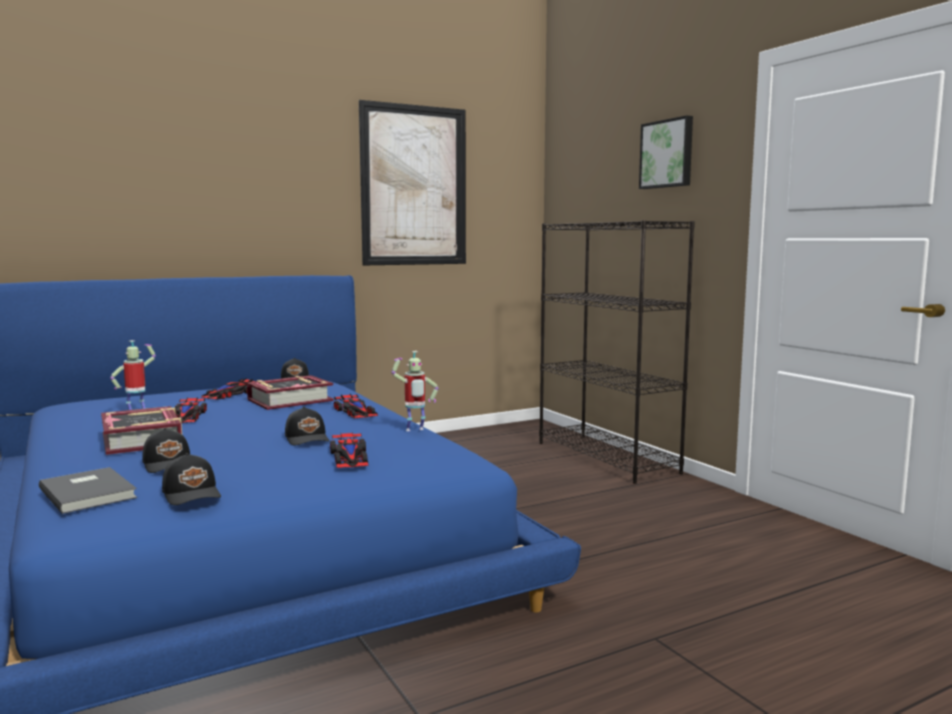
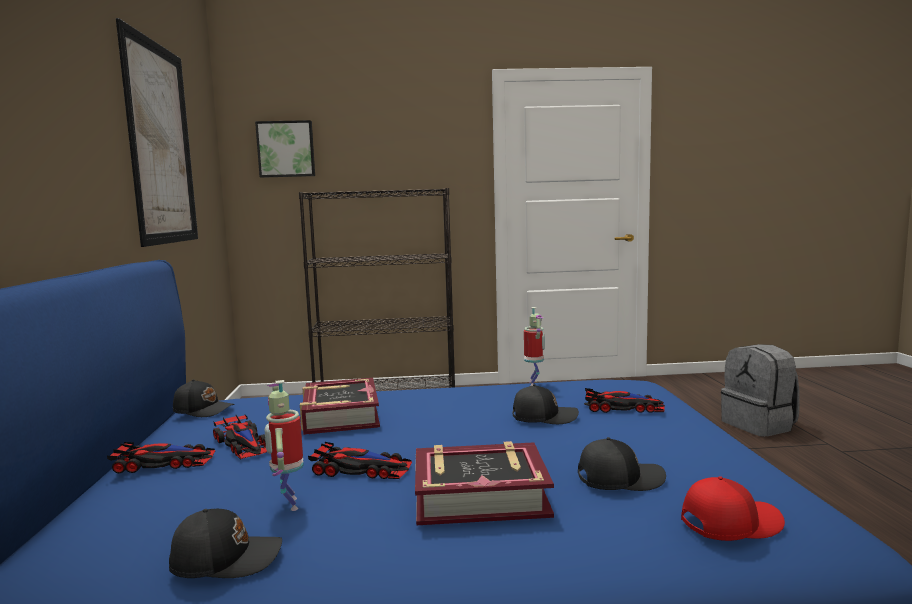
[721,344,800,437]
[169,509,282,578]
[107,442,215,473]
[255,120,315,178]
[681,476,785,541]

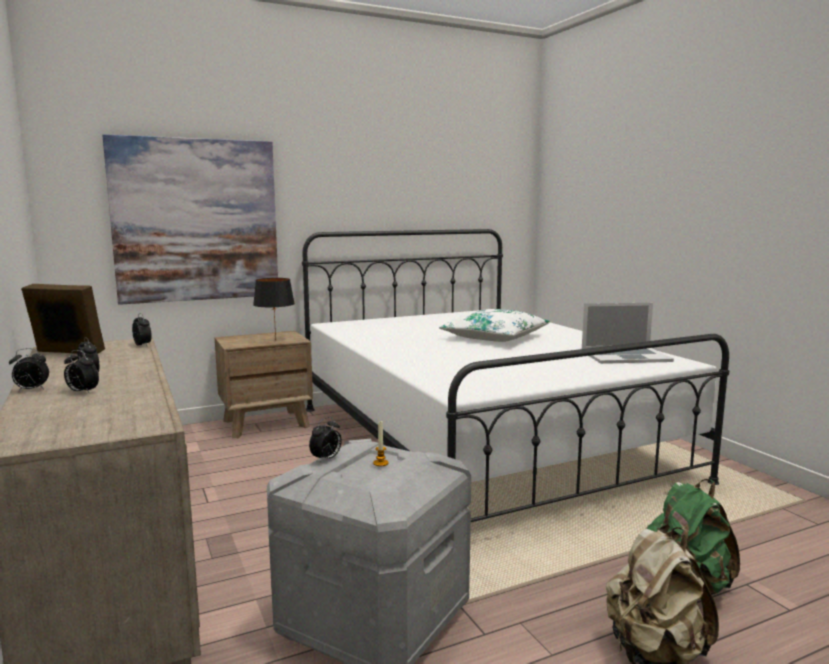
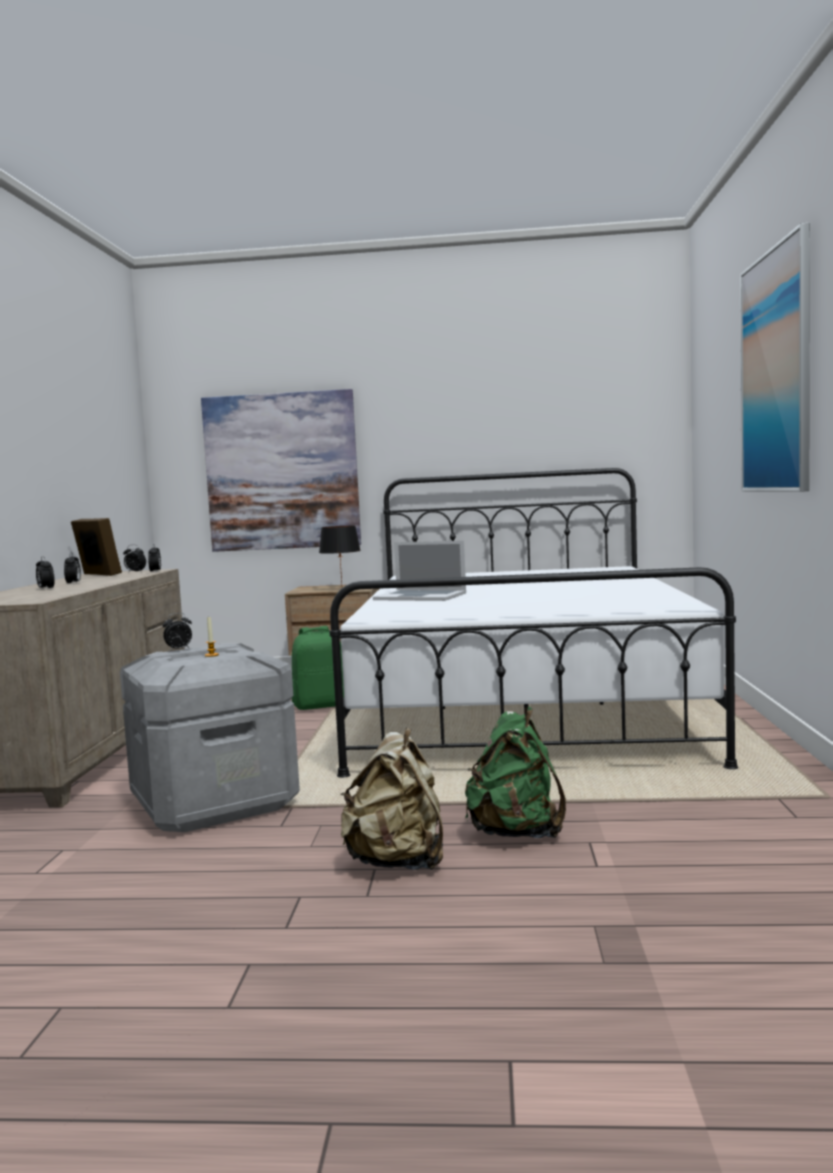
[439,309,550,342] (first image)
[292,626,344,710]
[740,223,810,492]
[123,545,146,573]
[373,541,466,601]

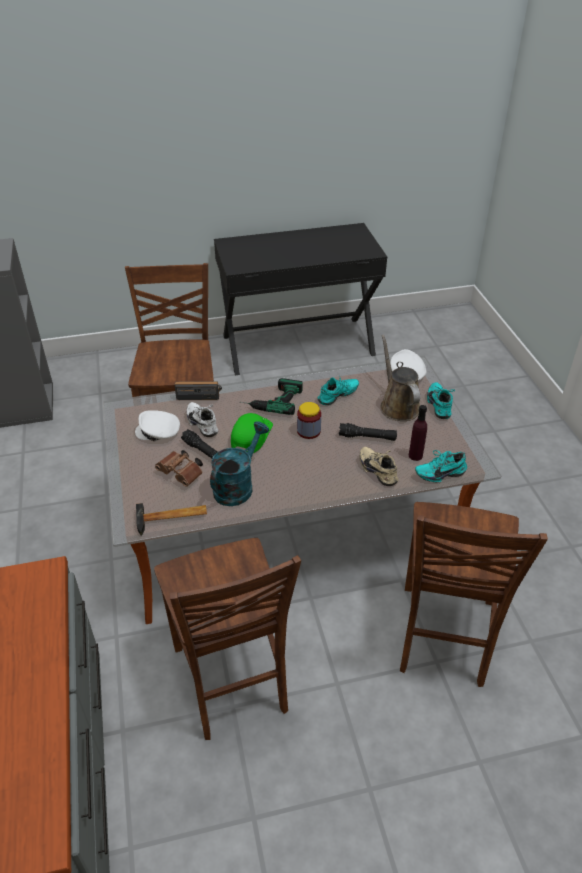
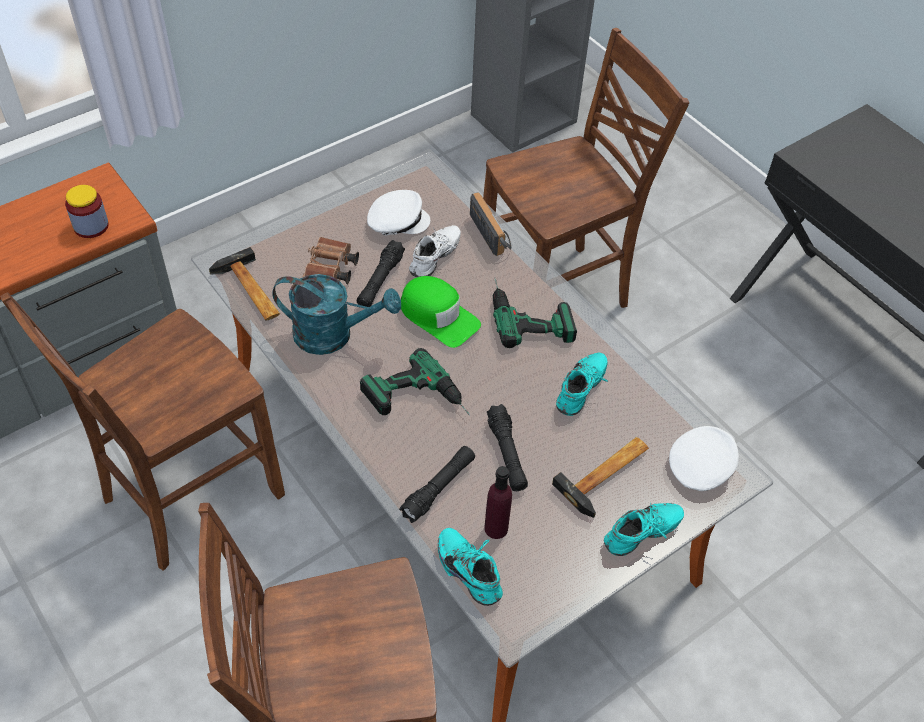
[360,348,470,415]
[65,185,109,238]
[399,446,475,523]
[552,437,649,518]
[367,190,430,235]
[401,276,481,348]
[556,353,608,416]

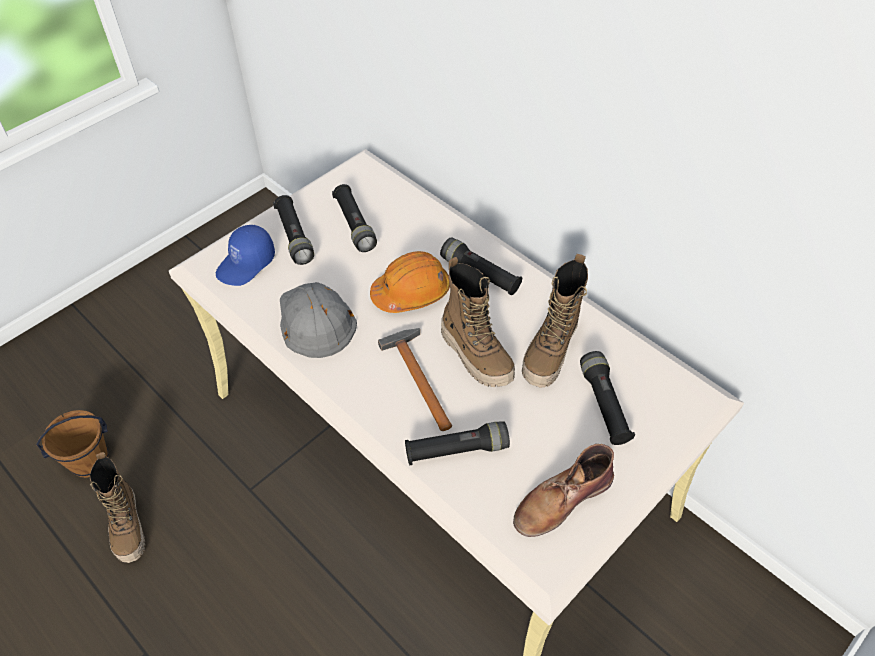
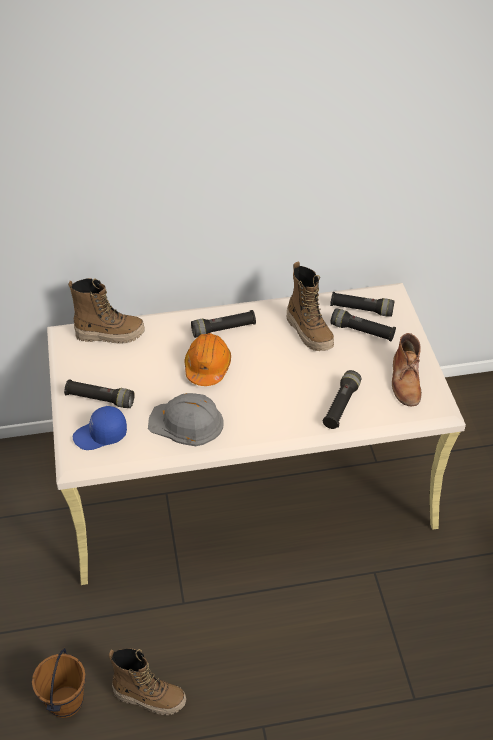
[378,328,452,431] (first image)
[330,292,395,317]
[68,278,144,343]
[73,406,127,450]

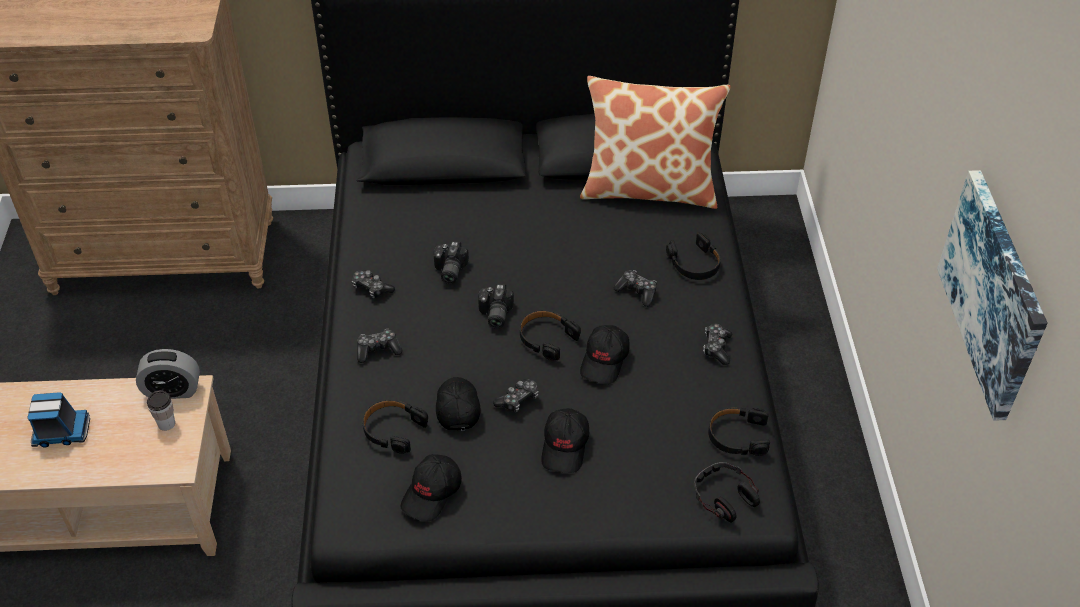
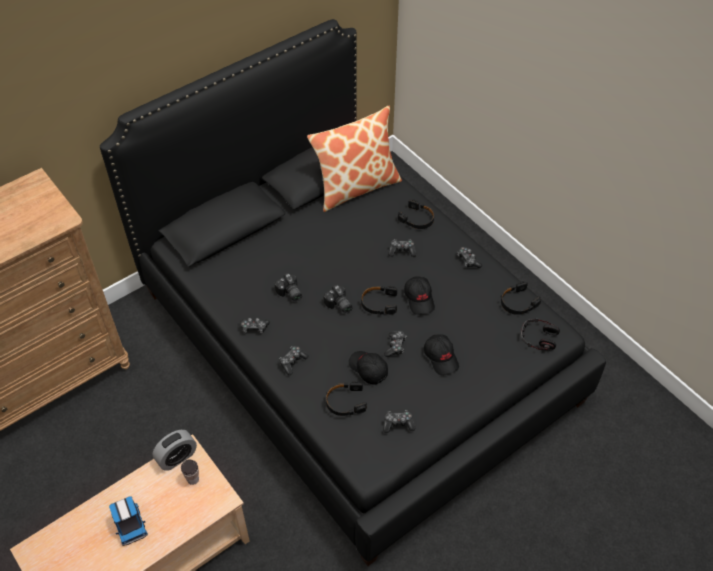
[937,170,1048,421] (first image)
[383,410,415,433]
[109,496,148,546]

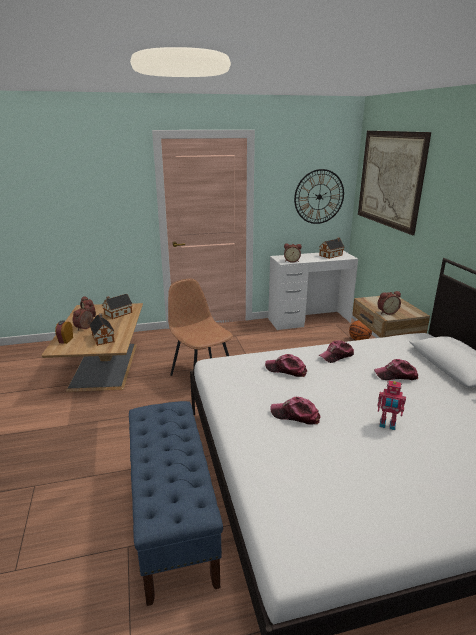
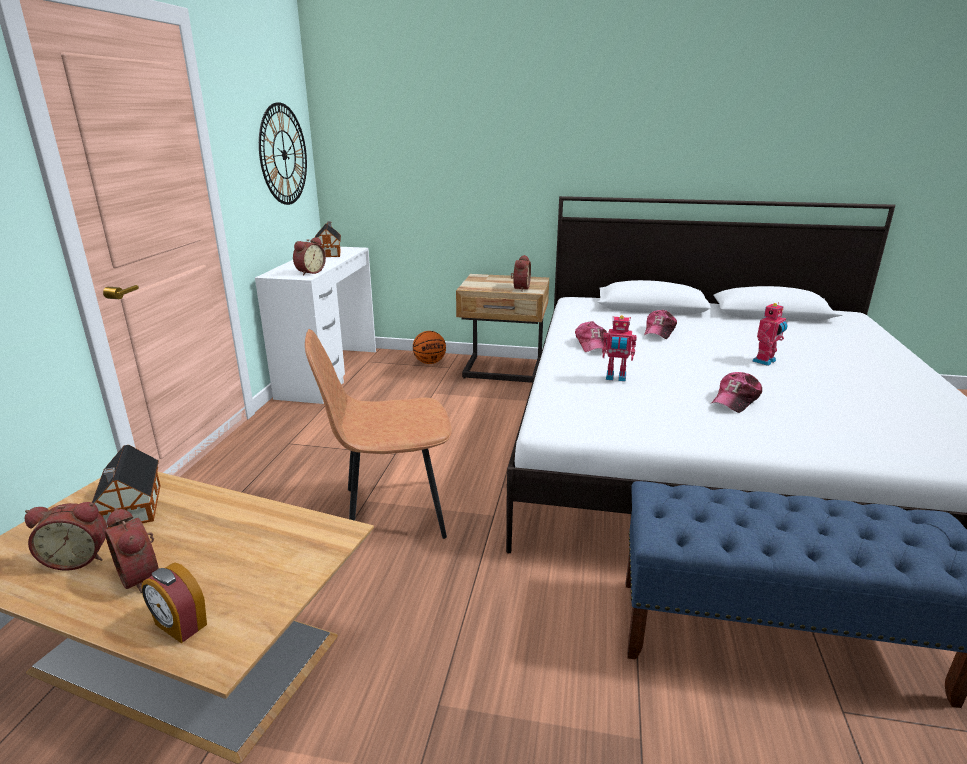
[89,314,115,346] (first image)
[358,131,431,235] (first image)
[602,315,637,382]

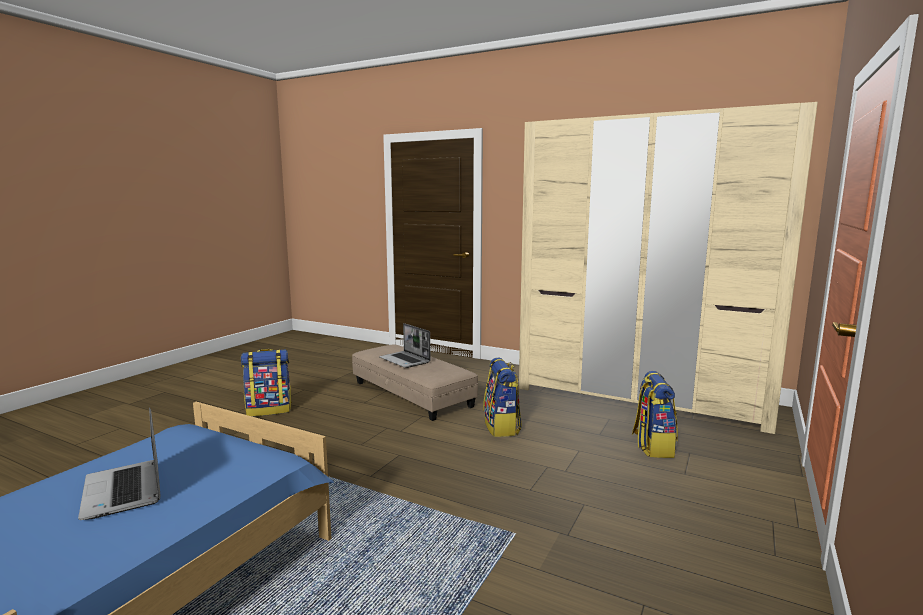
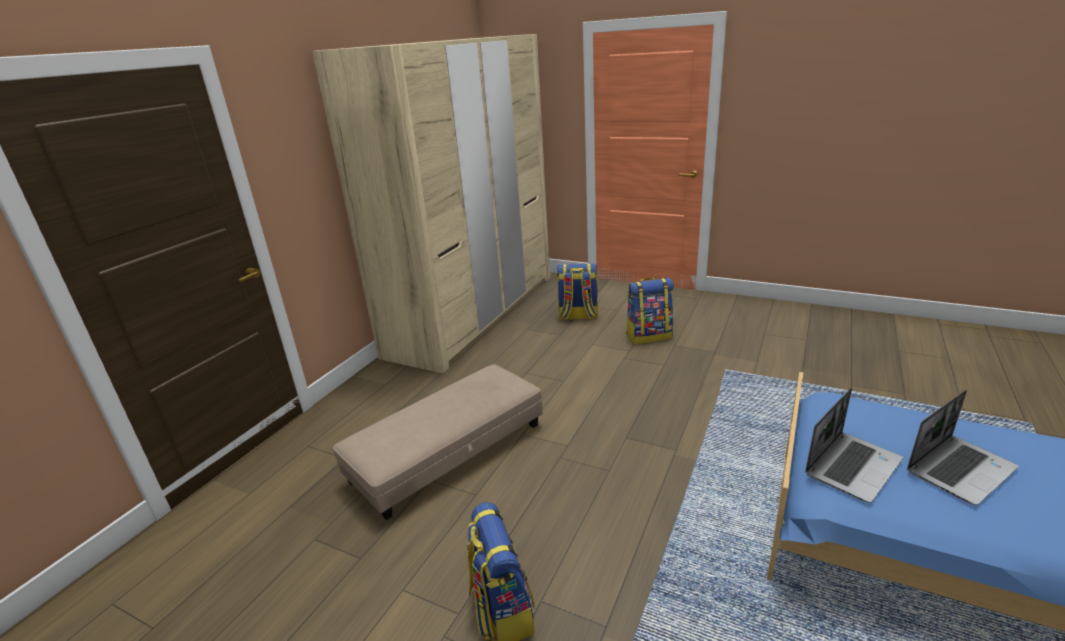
[805,388,903,503]
[626,277,674,344]

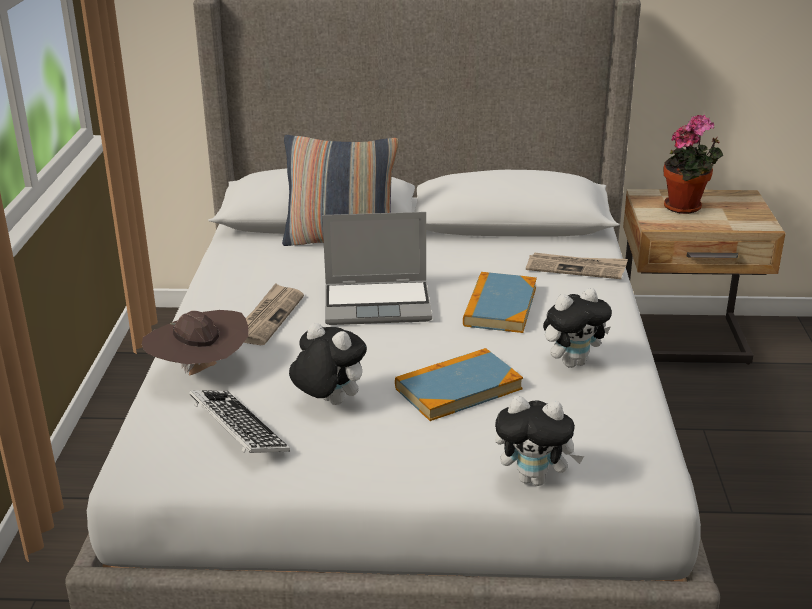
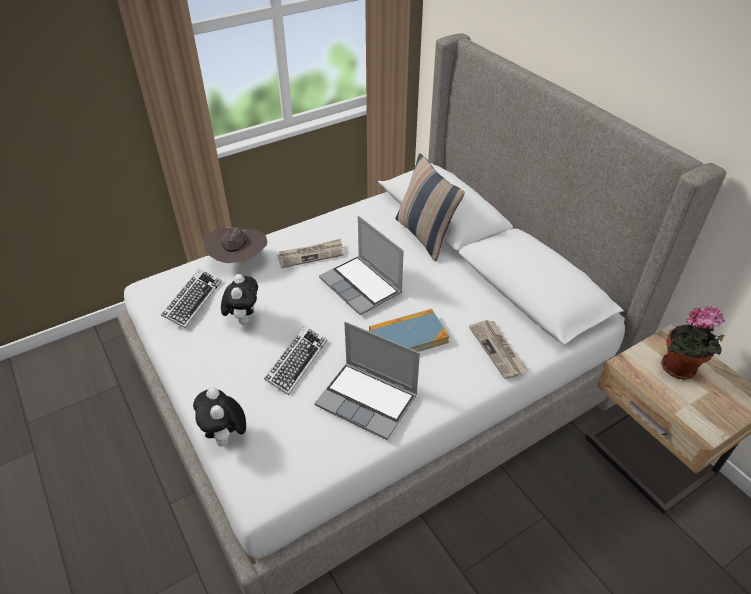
[264,325,327,395]
[315,322,420,440]

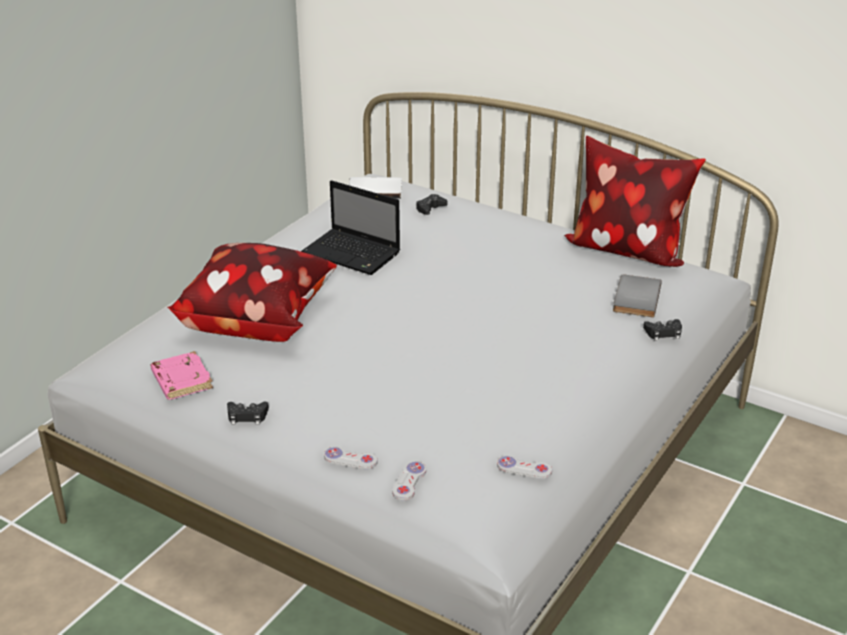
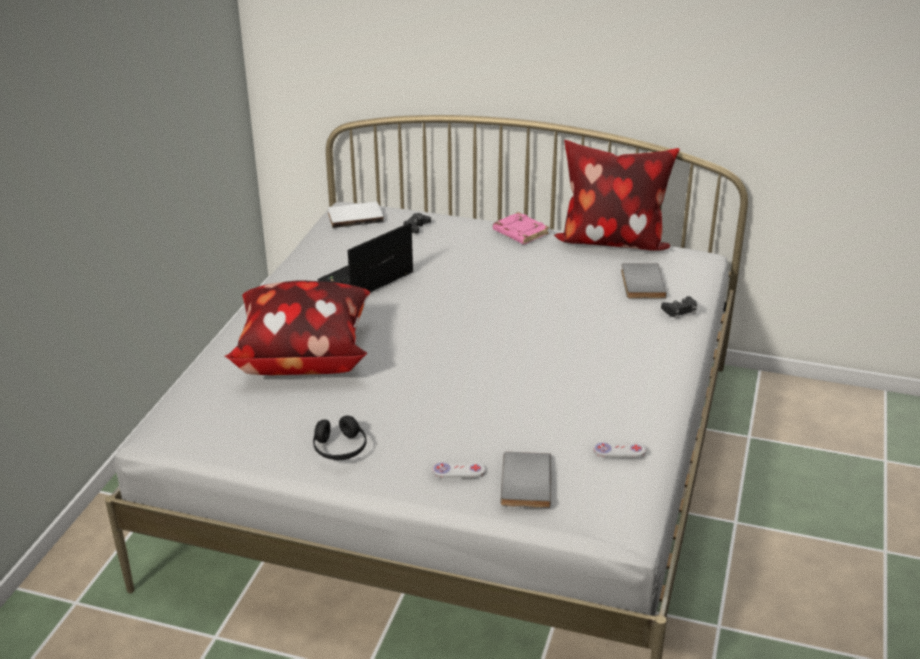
[493,212,549,245]
[313,415,367,460]
[501,452,551,508]
[317,223,413,292]

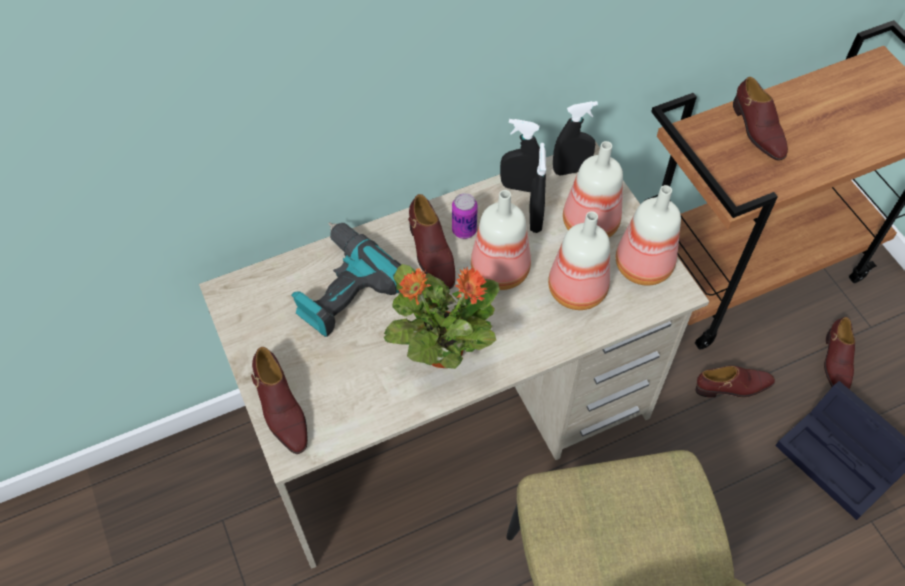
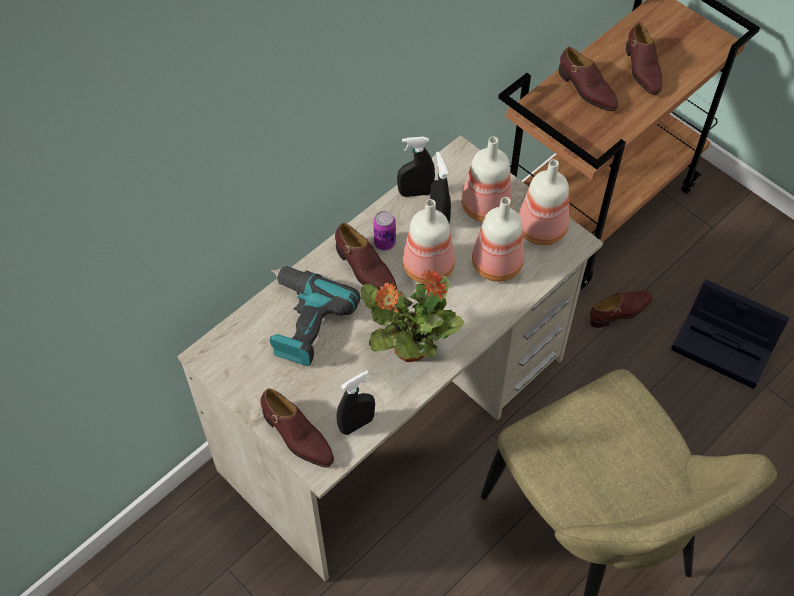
[336,371,375,435]
[626,23,662,95]

